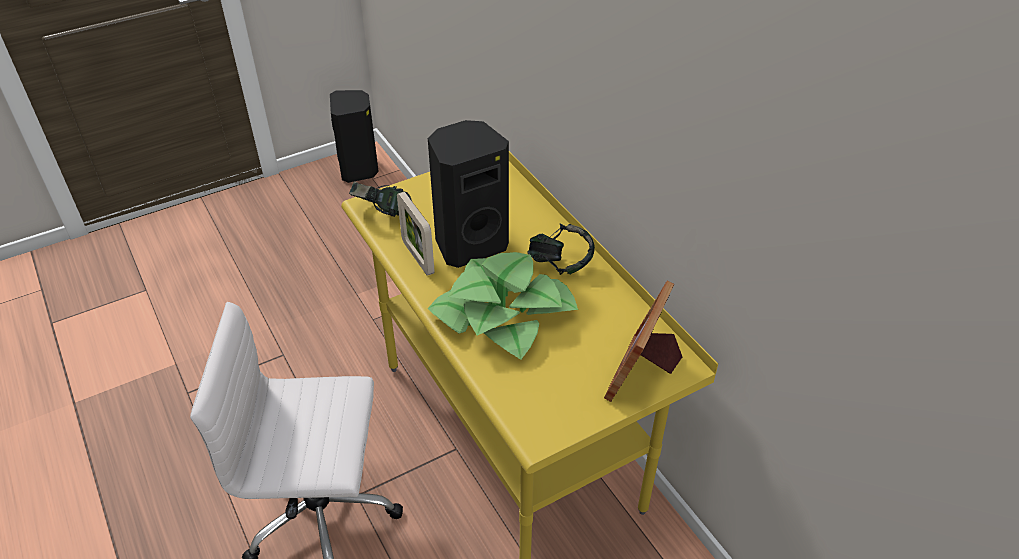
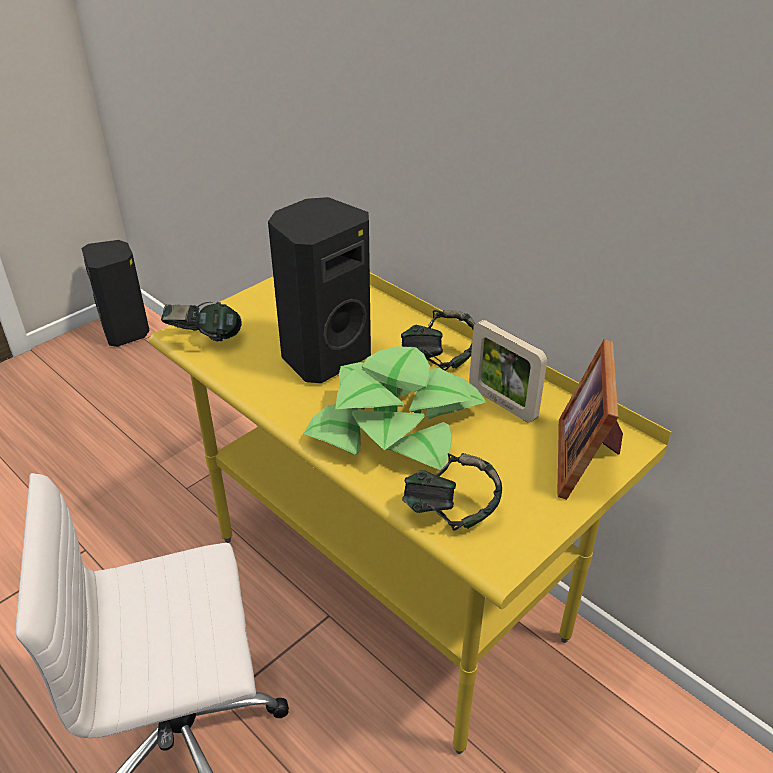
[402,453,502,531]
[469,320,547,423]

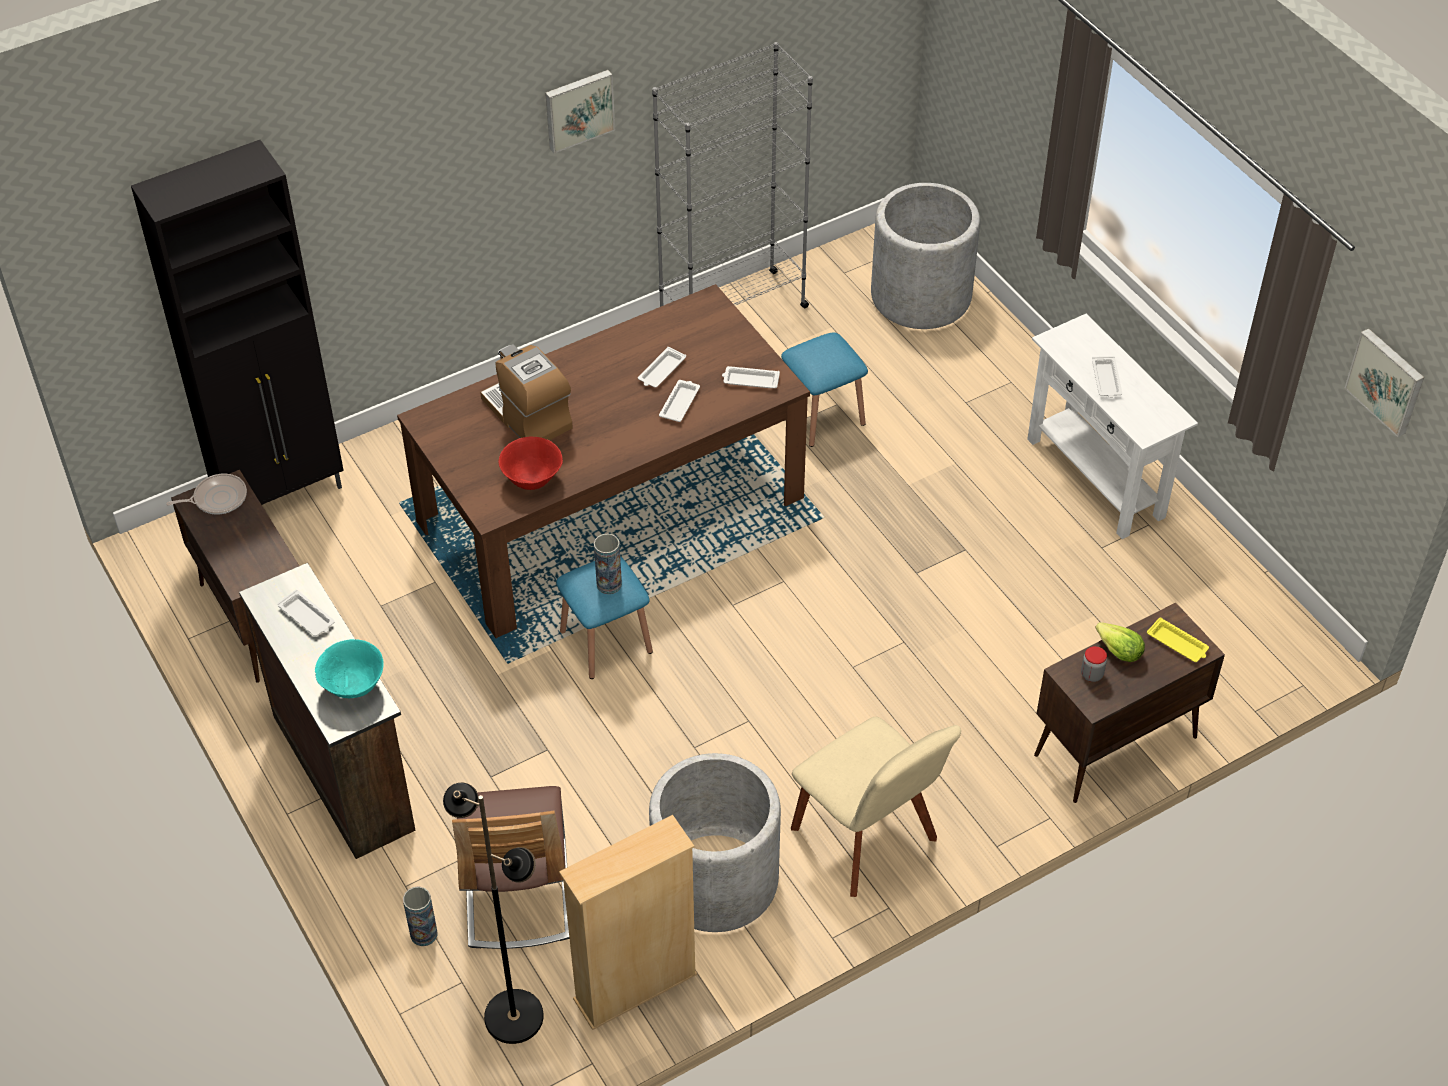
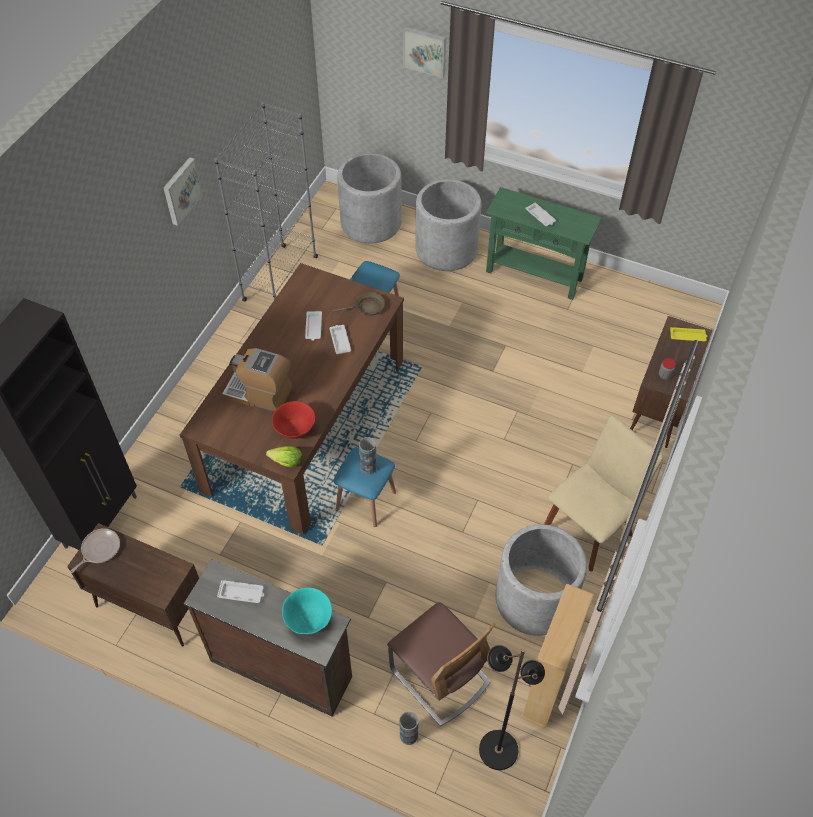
[415,179,482,271]
[266,446,302,467]
[403,26,446,78]
[333,292,385,316]
[486,187,602,300]
[544,416,663,572]

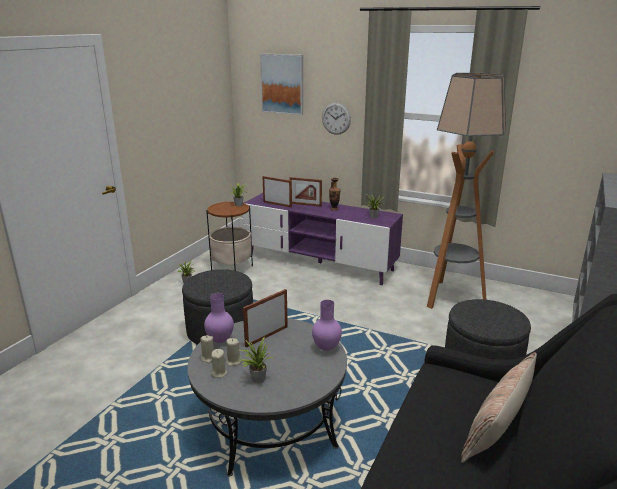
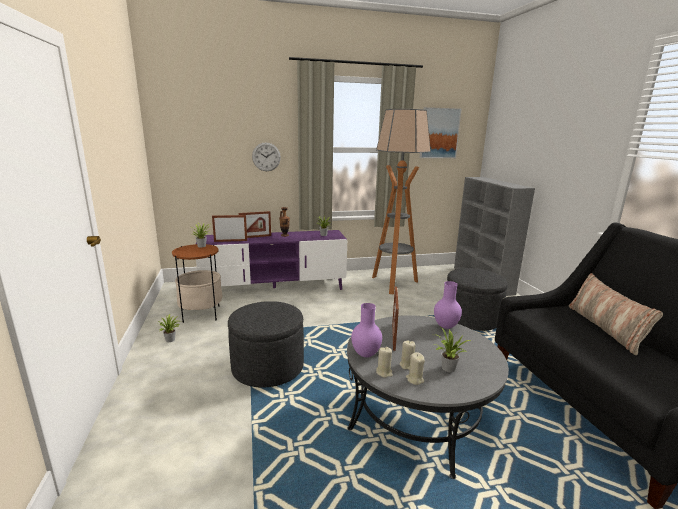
[420,107,462,158]

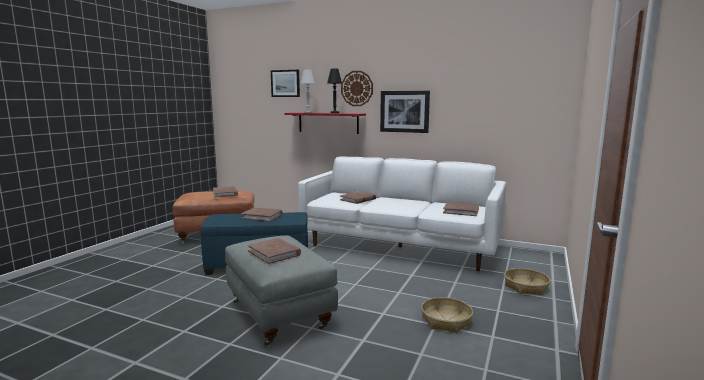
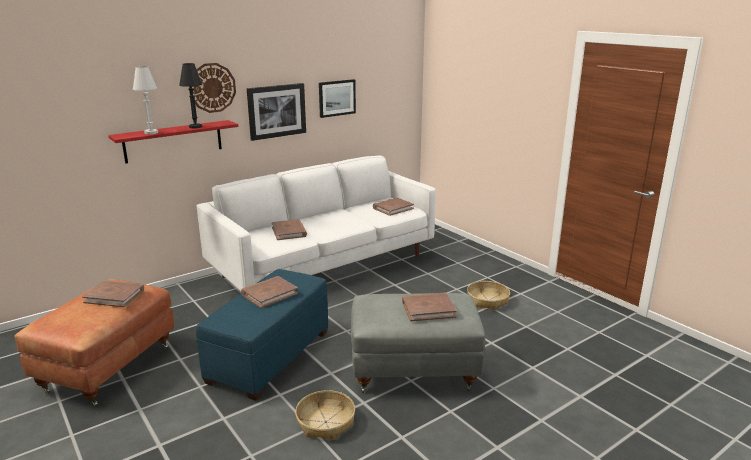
[319,79,356,118]
[295,390,355,440]

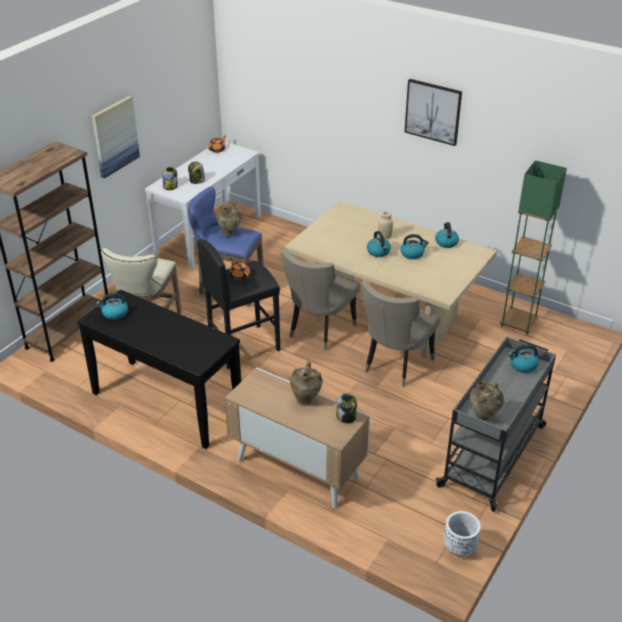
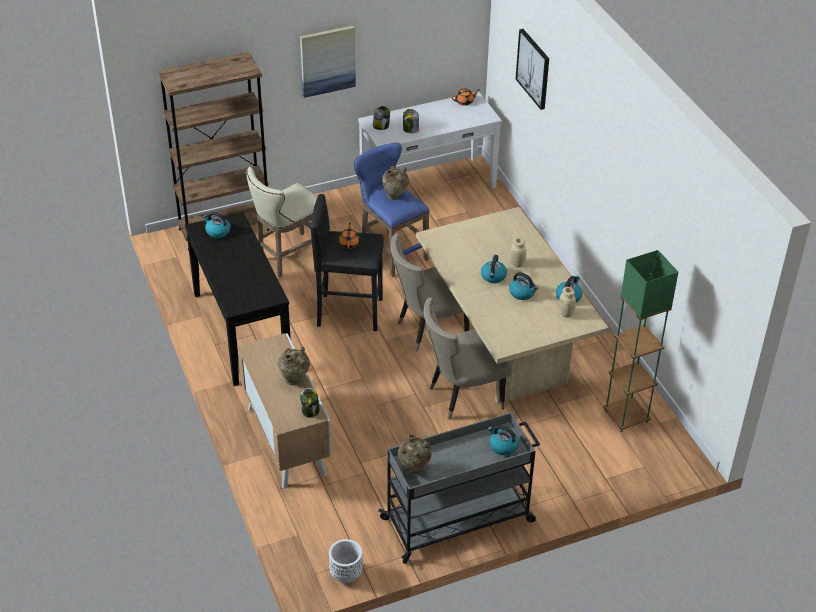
[559,287,576,317]
[516,29,549,110]

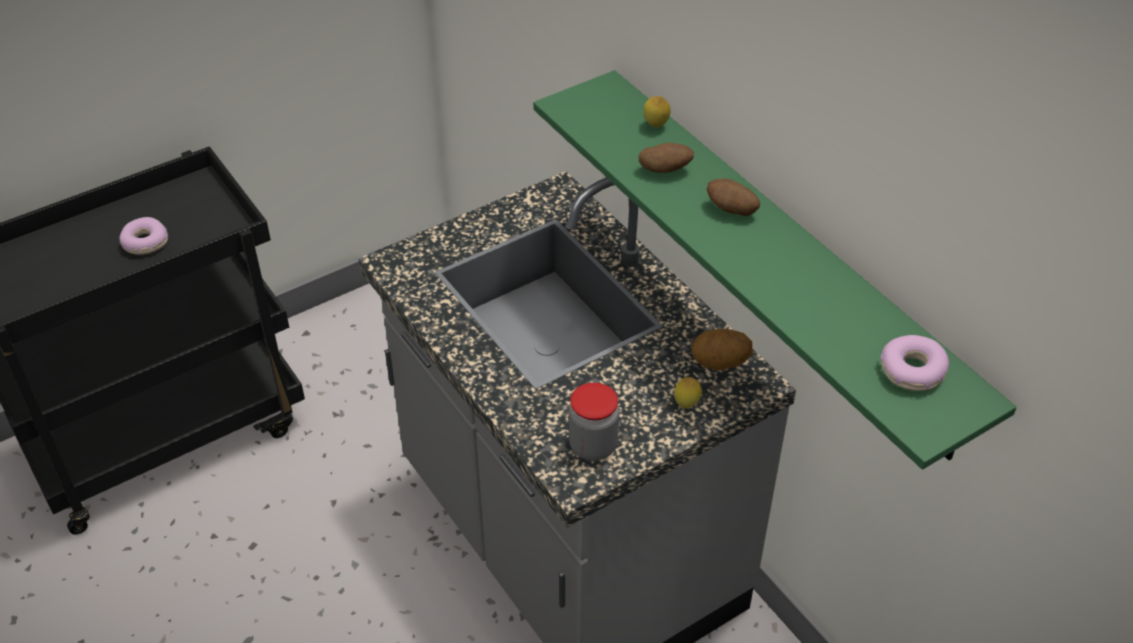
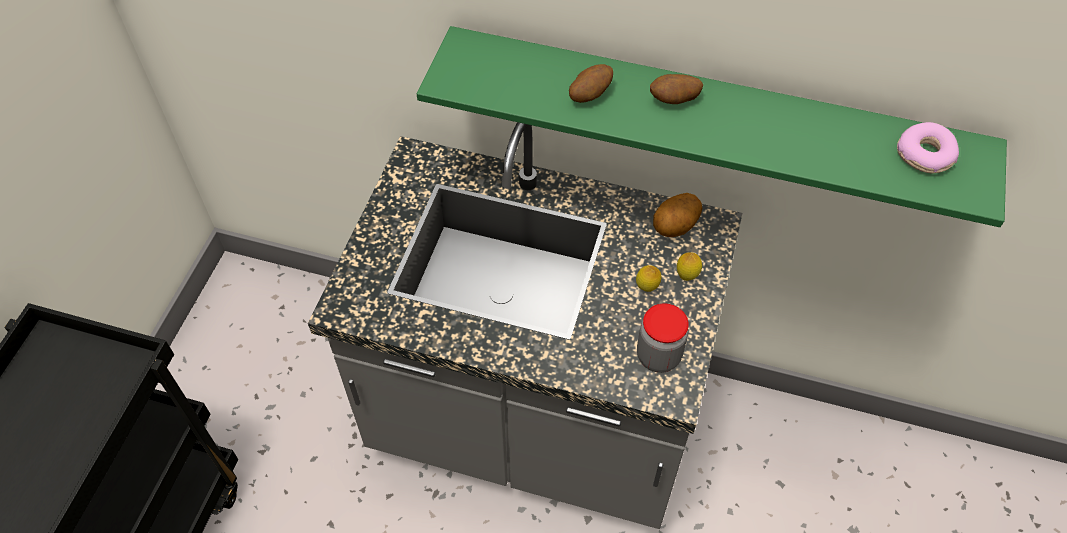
[119,217,168,255] (first image)
[636,265,662,292]

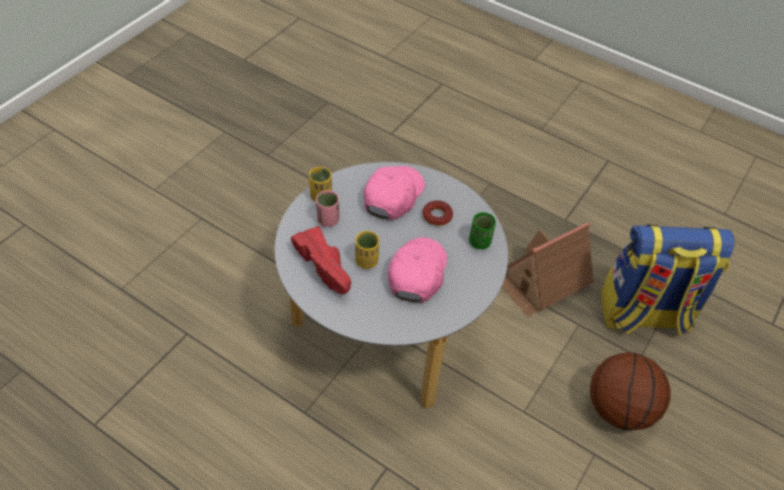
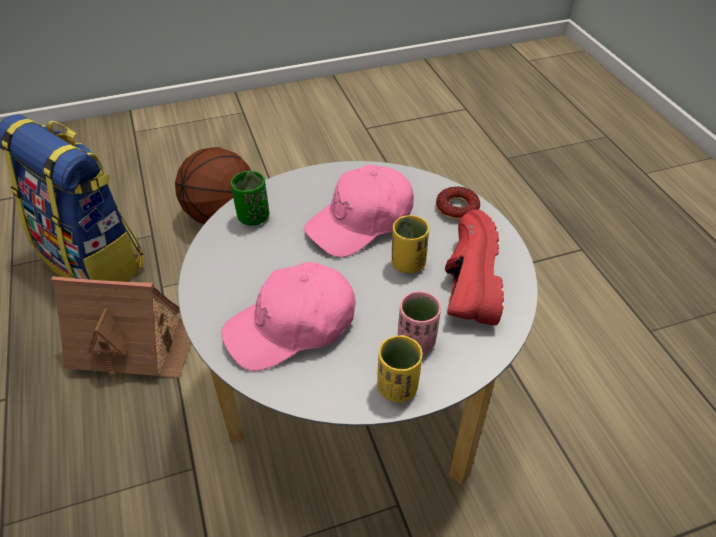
[436,187,480,221]

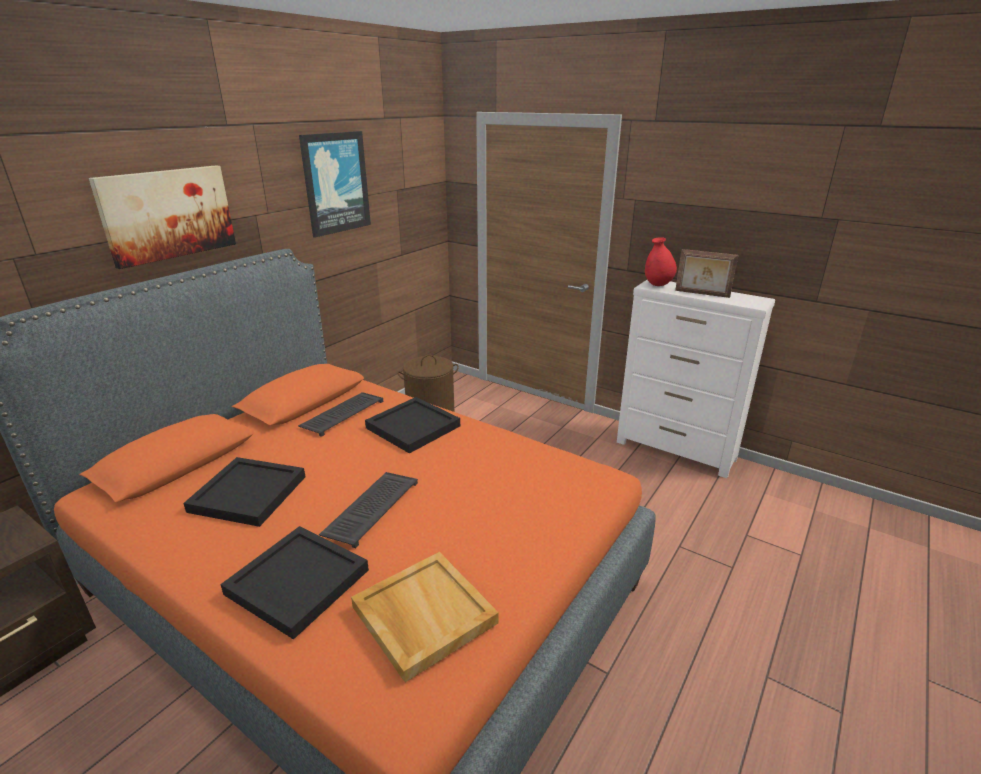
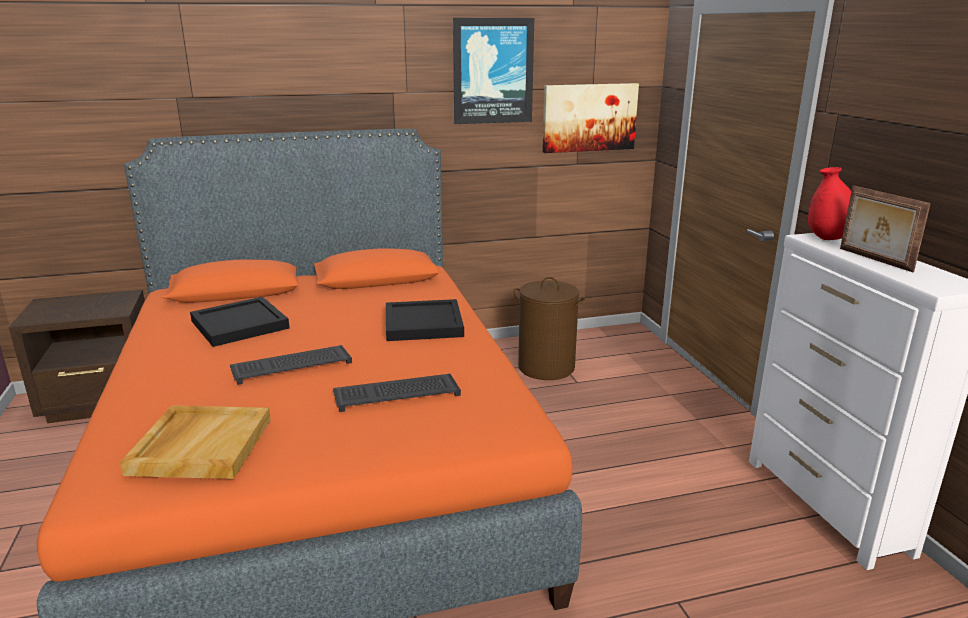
[220,526,369,640] (first image)
[542,83,639,153]
[333,374,461,412]

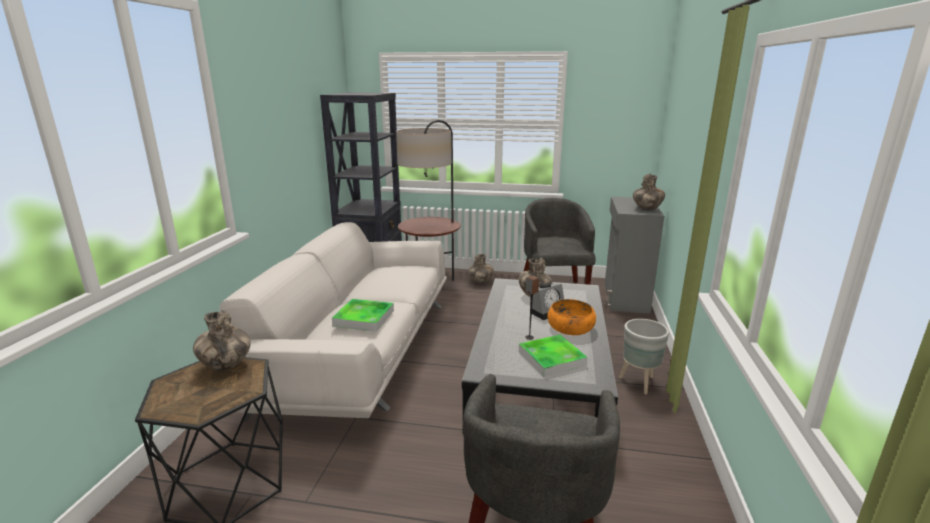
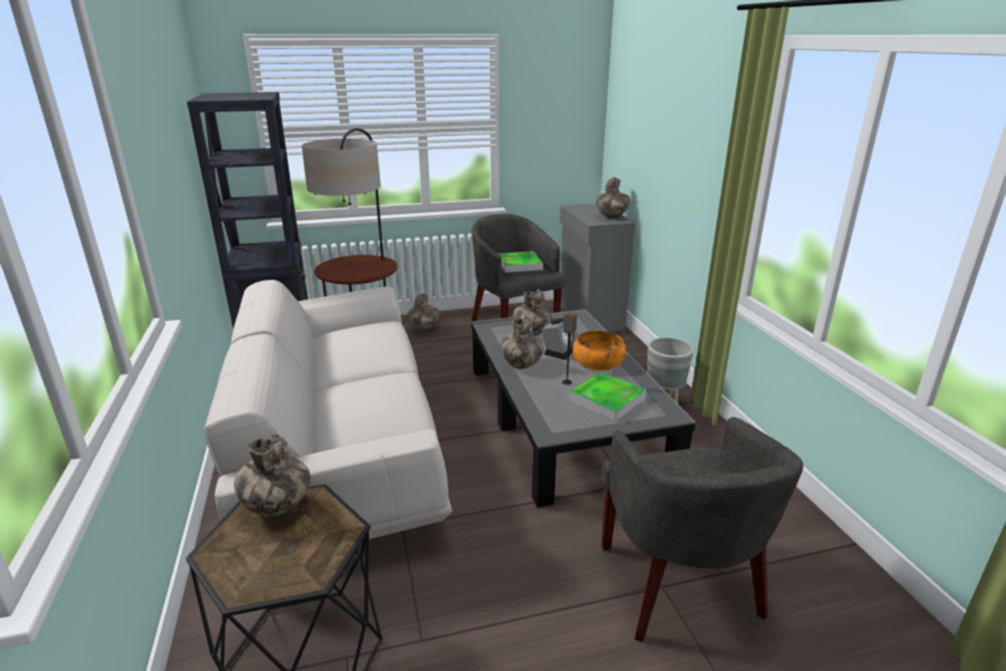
[500,318,544,369]
[499,251,543,273]

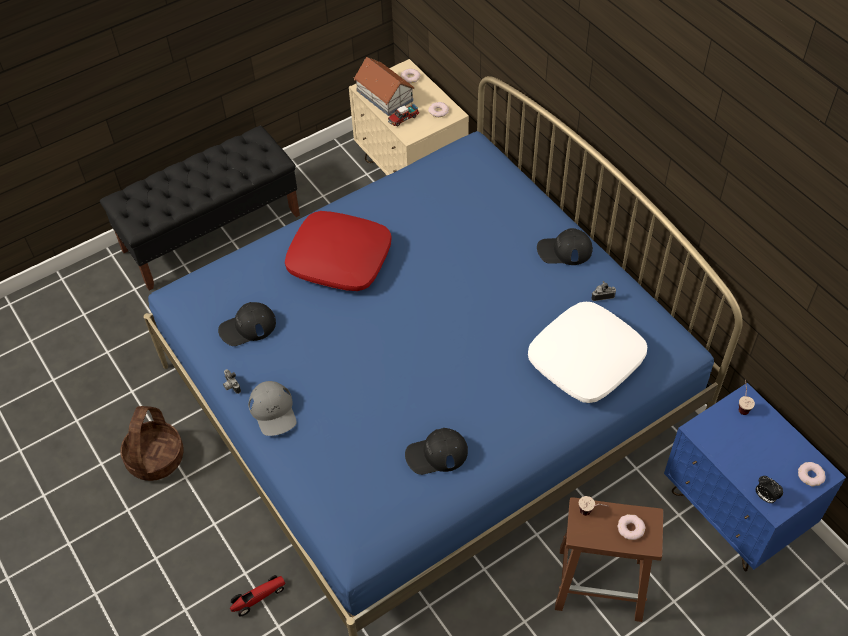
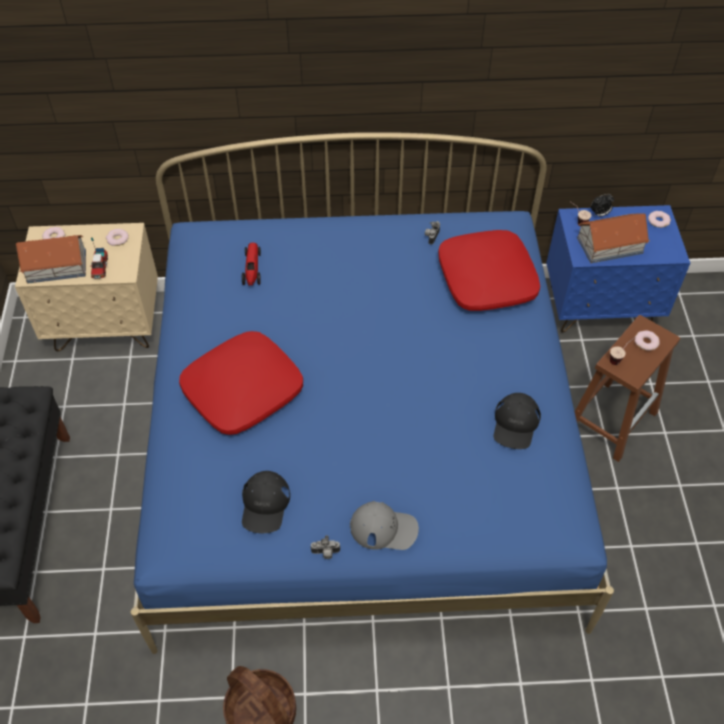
[537,228,593,265] (first image)
[577,213,650,263]
[242,243,261,285]
[591,194,614,217]
[438,230,540,311]

